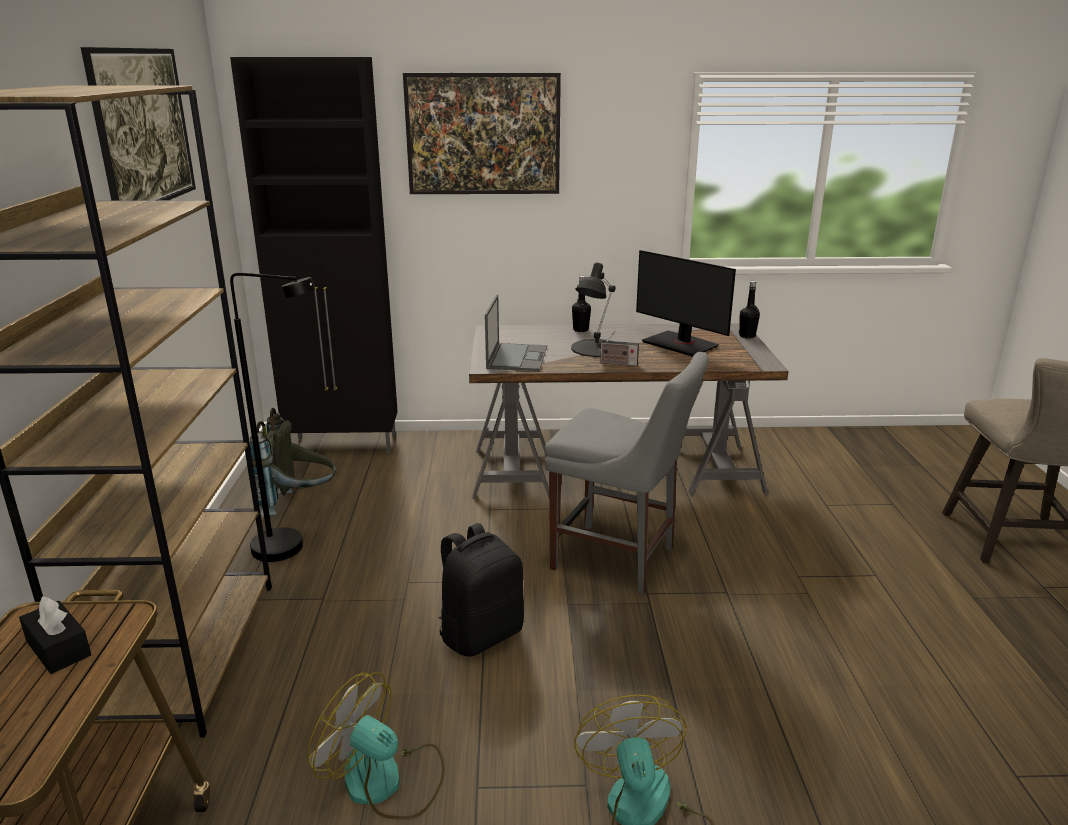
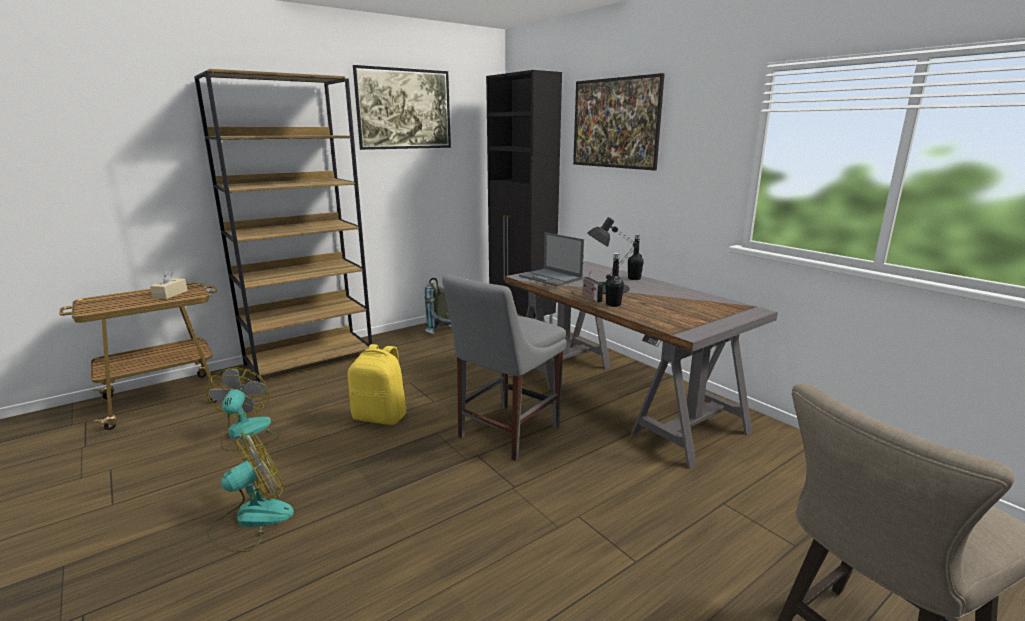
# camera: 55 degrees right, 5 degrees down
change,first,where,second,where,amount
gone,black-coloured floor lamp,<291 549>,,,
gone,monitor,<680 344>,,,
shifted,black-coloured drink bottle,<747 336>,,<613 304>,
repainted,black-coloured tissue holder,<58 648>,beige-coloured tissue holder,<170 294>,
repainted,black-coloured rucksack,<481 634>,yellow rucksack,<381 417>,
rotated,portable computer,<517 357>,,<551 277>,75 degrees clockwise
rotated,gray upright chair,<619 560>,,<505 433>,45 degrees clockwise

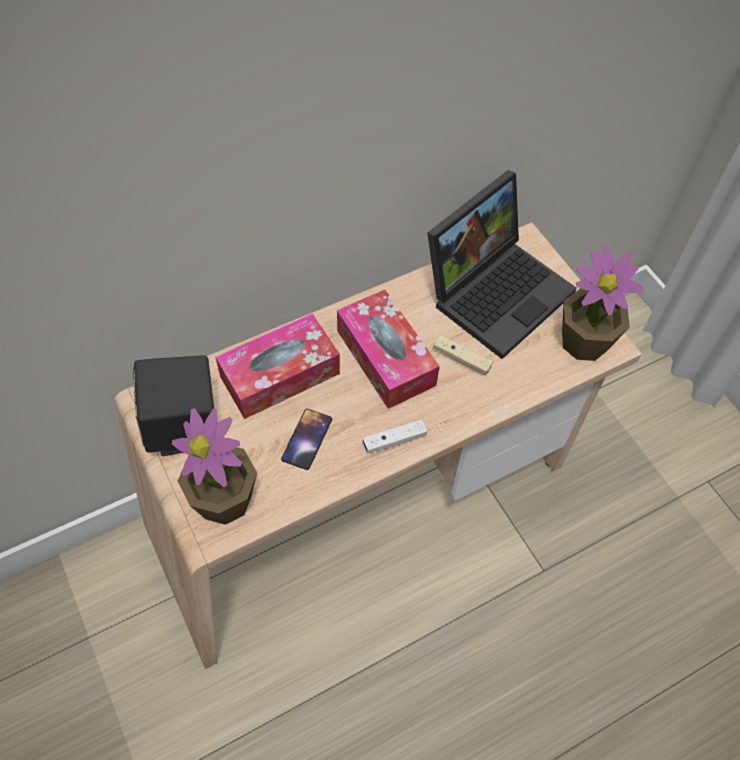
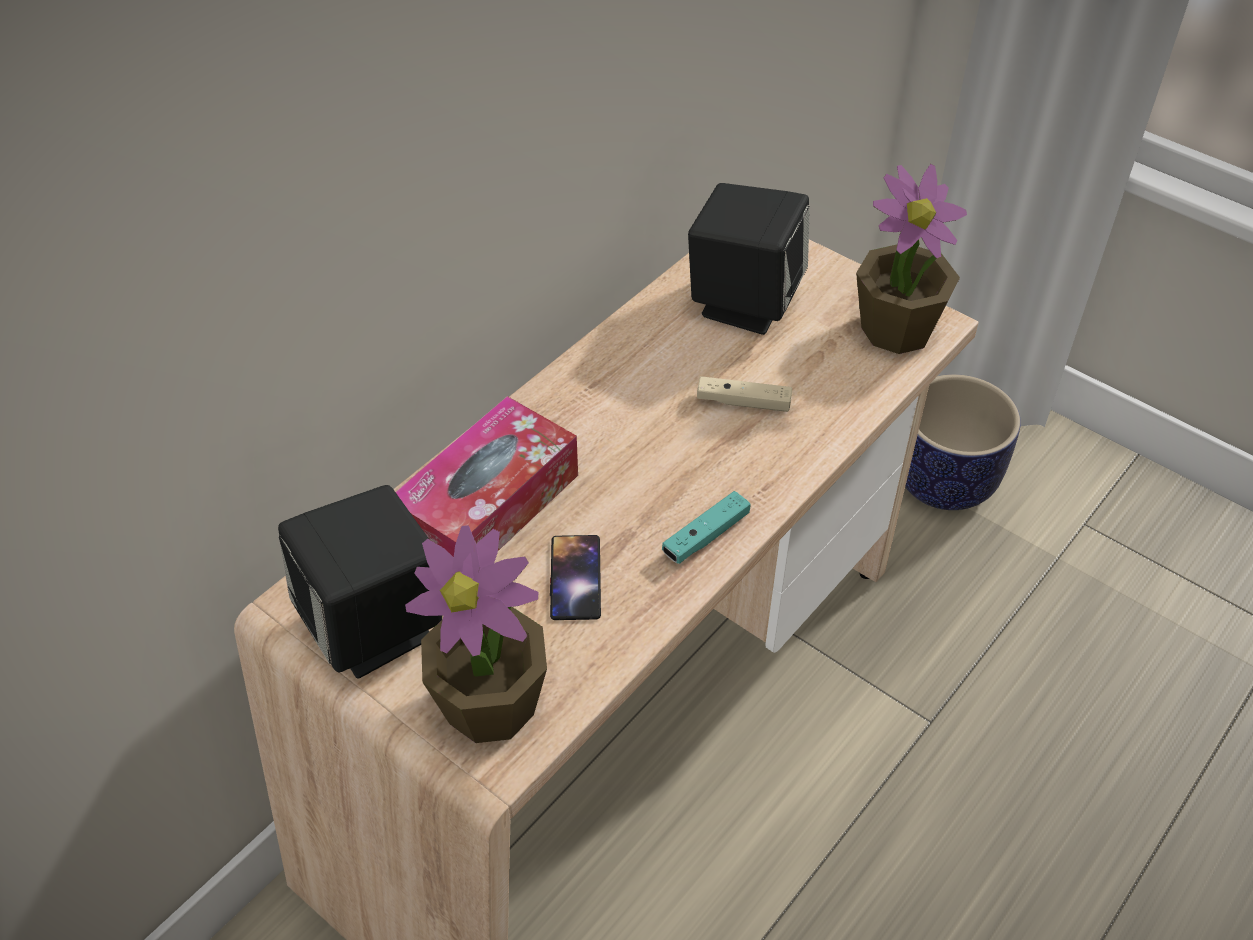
# camera: 20 degrees left, 10 degrees down
change,first,where,second,where,amount
gone,tissue holder,<385 358>,,,
new,,,planter,<943 480>,
swapped,portable computer,<497 290>,black-coloured audio speaker,<744 302>,
repainted,whitish gamepad,<394 440>,turquoise gamepad,<706 536>,

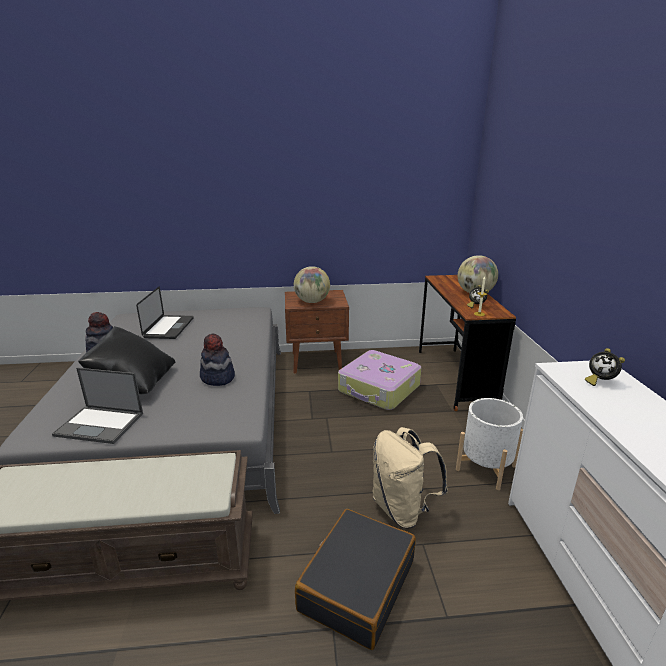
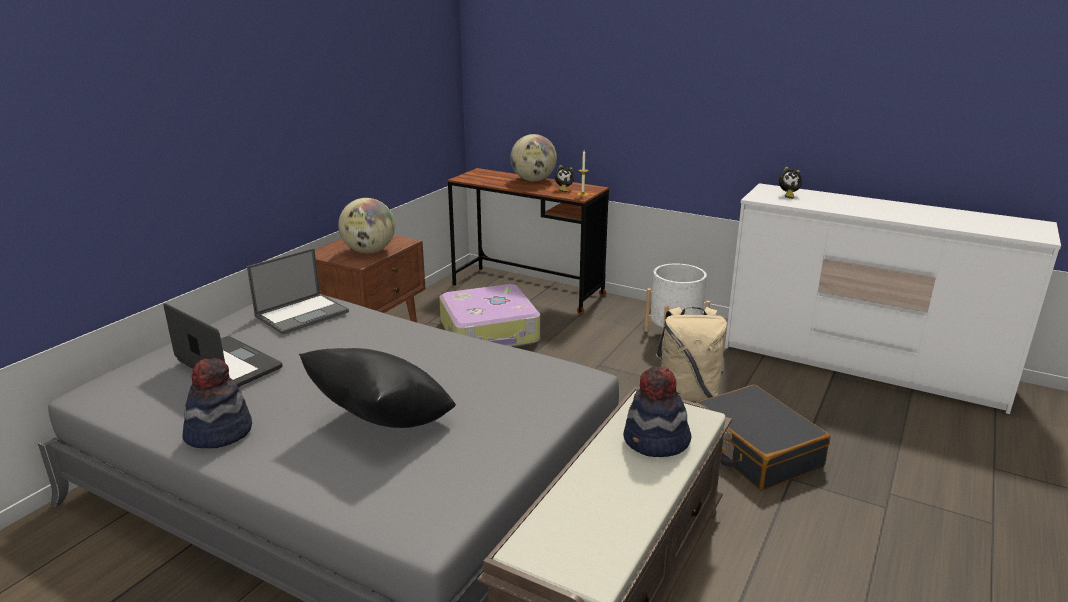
# camera: 55 degrees left, 0 degrees up
change,first,where,second,where,amount
shifted,portable computer,<101 424>,,<303 313>,
shifted,wearable hat,<217 378>,,<656 442>,

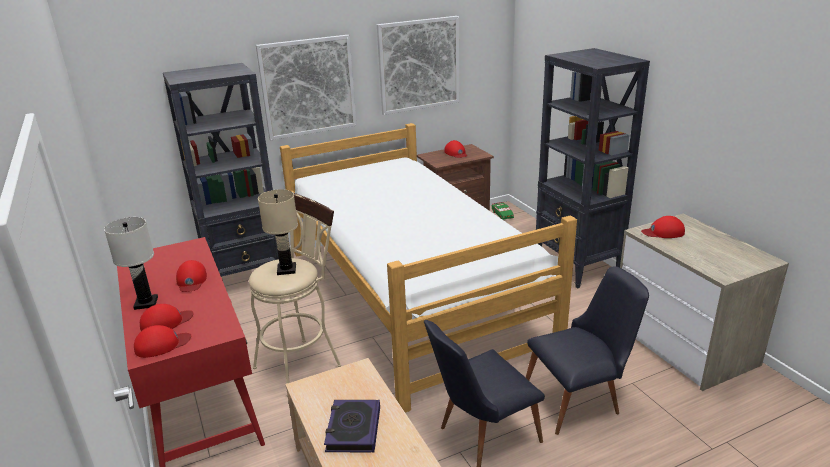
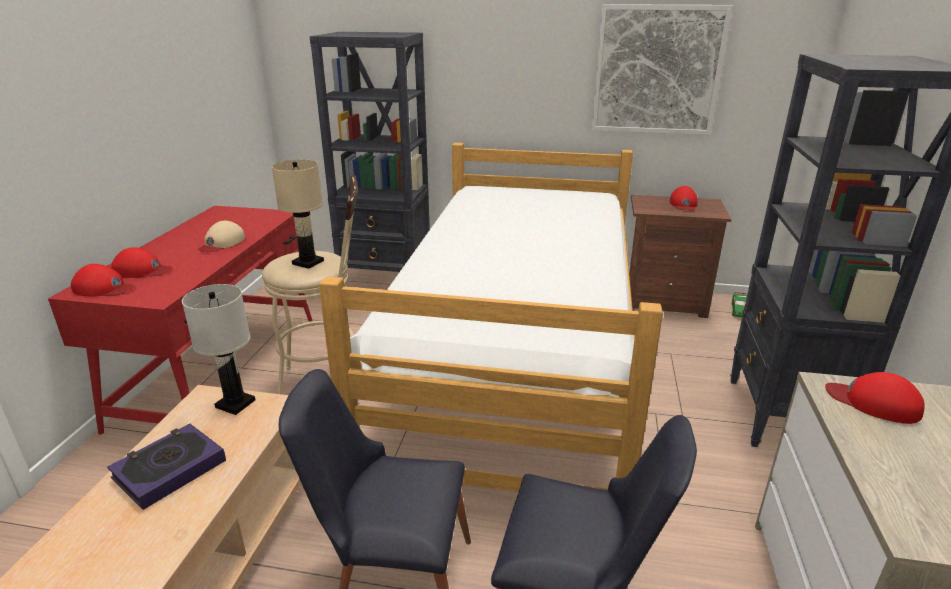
# camera: 35 degrees right, 0 degrees up
change,first,where,second,where,amount
gone,wall picture,<308 87>,,,
shifted,whitish table lamp,<146 303>,,<235 404>,
repainted,red-coloured peaked cap,<191 280>,beige-coloured peaked cap,<222 243>,

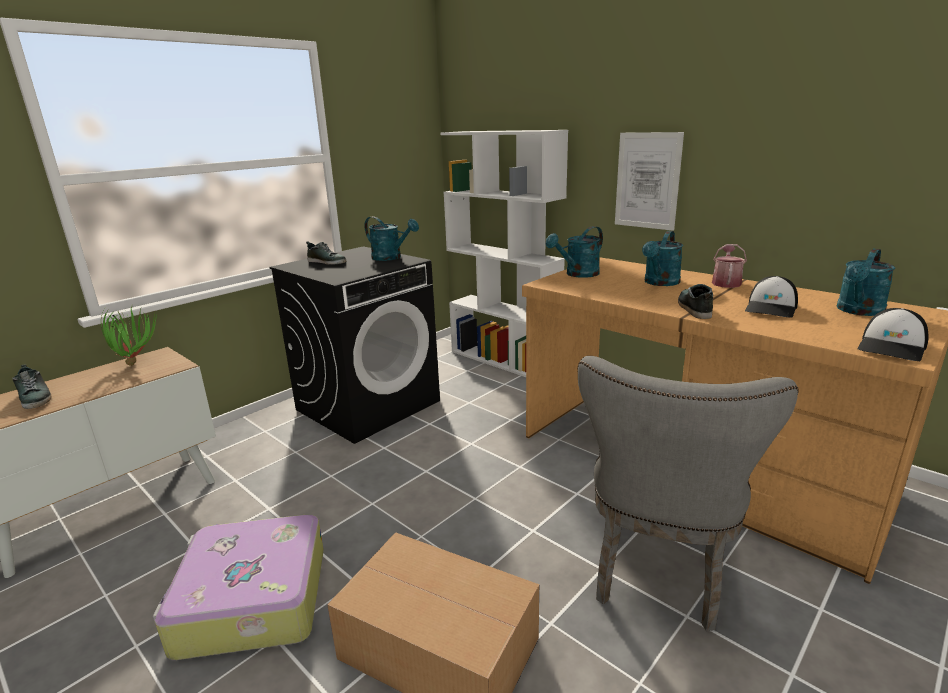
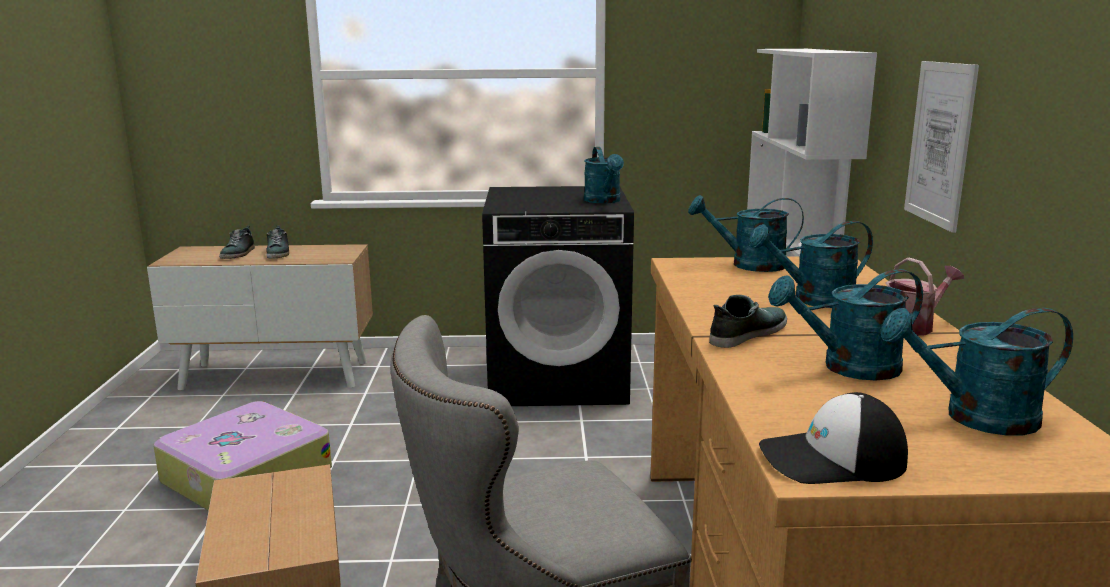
# camera: 45 degrees right, 5 degrees down
change,first,where,second,where,amount
gone,potted plant,<136 362>,,,
shifted,low shoe,<327 262>,,<278 253>,
swapped,peaked cap,<771 308>,turquoise sprinkling can,<848 368>,

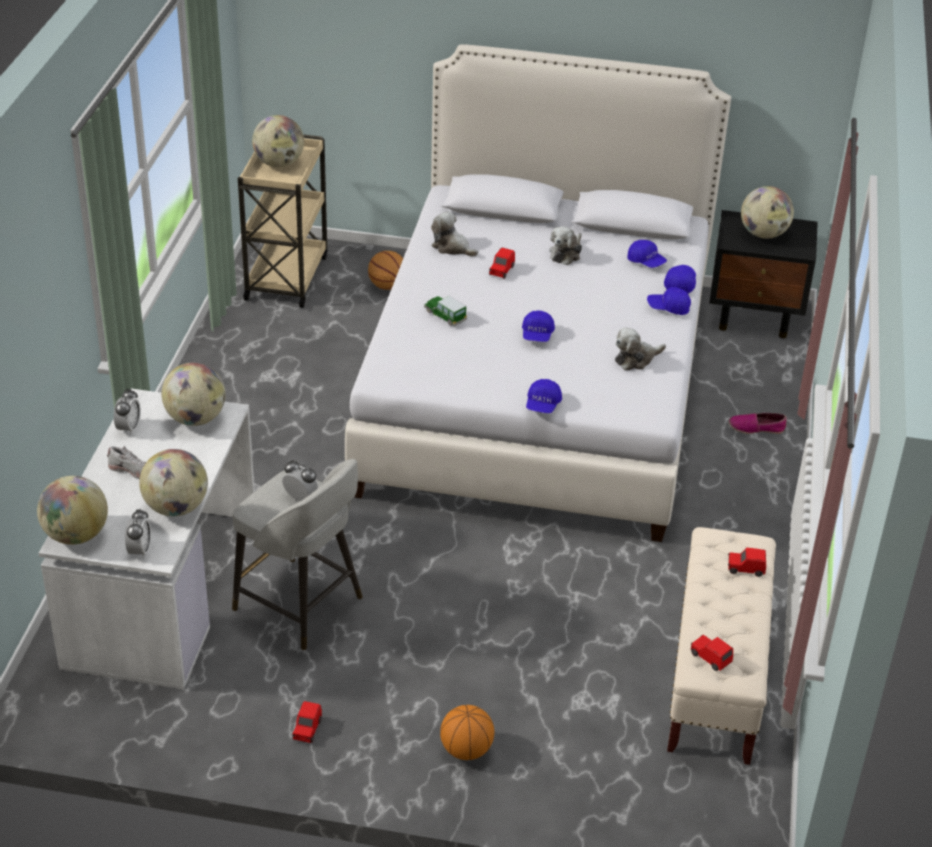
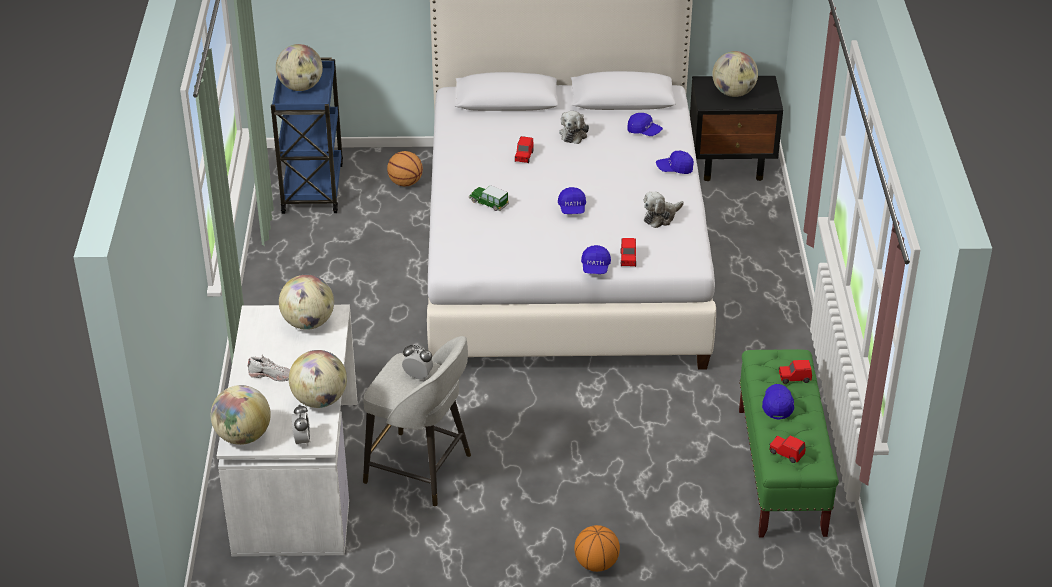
# camera: 10 degrees left, 0 degrees up
change,first,where,second,where,amount
gone,alarm clock,<129 428>,,,
gone,plush toy,<452 247>,,,
gone,low shoe,<756 428>,,,
shifted,red-coloured miniature car,<307 730>,,<628 259>,
shifted,bluish peaked cap,<680 284>,,<777 405>,
repainted,beige-coloured cart,<287 276>,bluish cart,<312 187>,
repainted,beige-coloured indoor bench,<715 677>,green indoor bench,<781 472>,

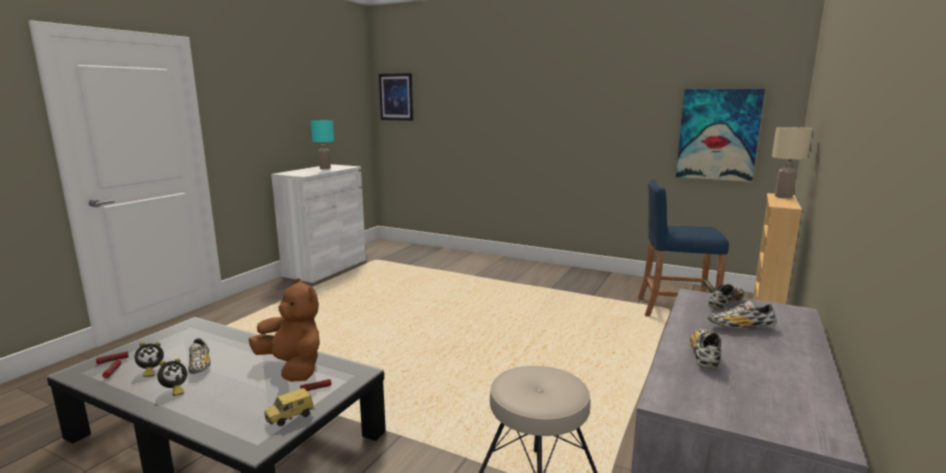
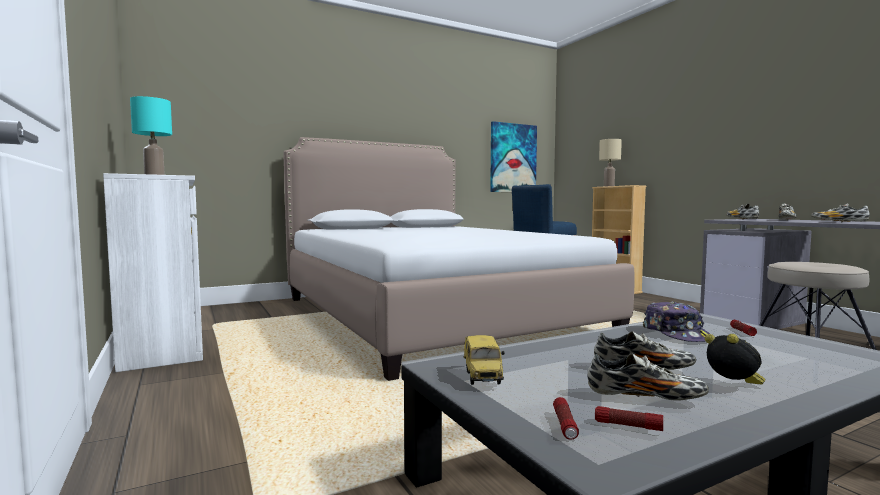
# camera: 55 degrees left, 10 degrees down
change,first,where,second,where,amount
gone,wall picture,<396 97>,,,
new,,,bedroom bed,<429 315>,
shifted,miniature car,<290 418>,,<484 377>,
swapped,alarm clock,<150 371>,low shoe,<644 397>,
swapped,brownish plush toy,<293 367>,peaked cap,<676 334>,

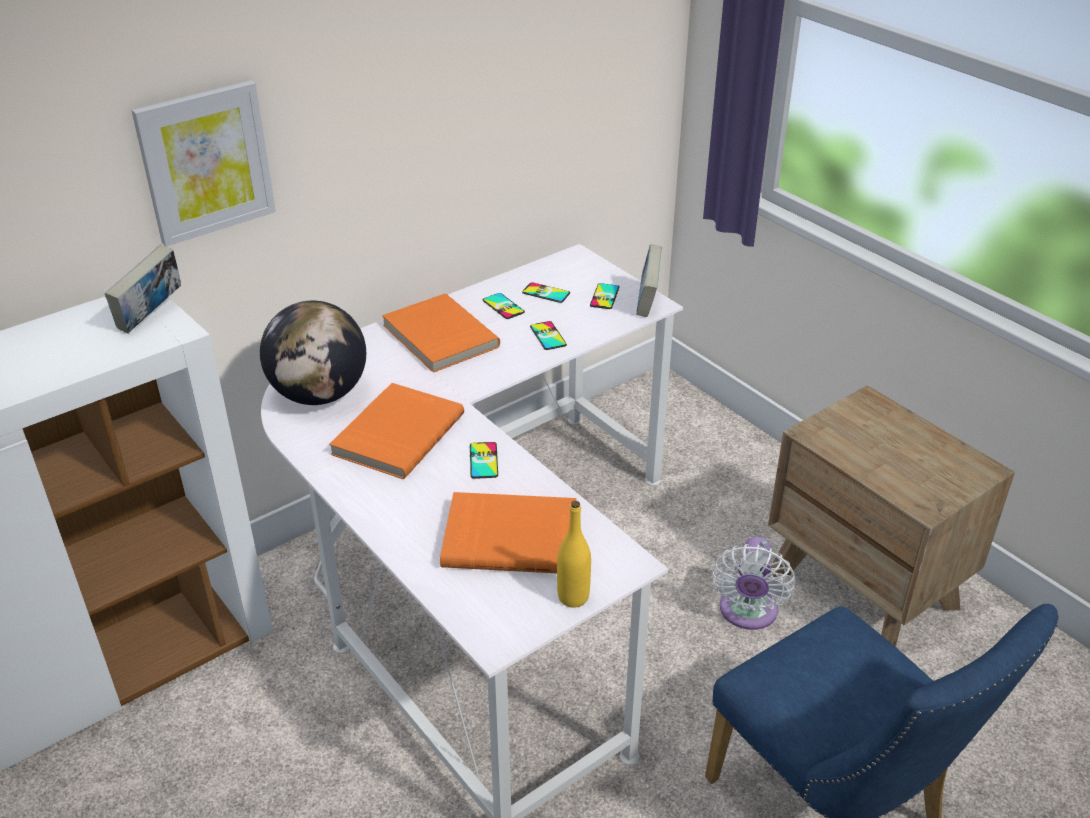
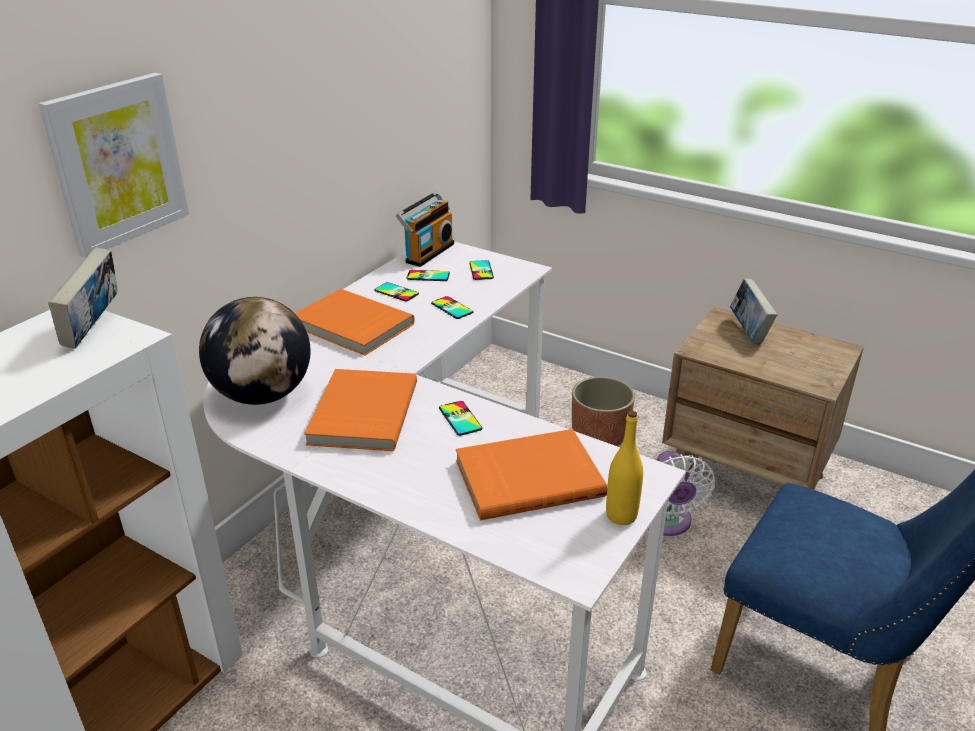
# camera: 20 degrees left, 5 degrees down
change,first,where,second,where,amount
new,,,radio,<427 252>,
new,,,planter,<600 437>,
shifted,bound book,<647 302>,,<748 331>,

